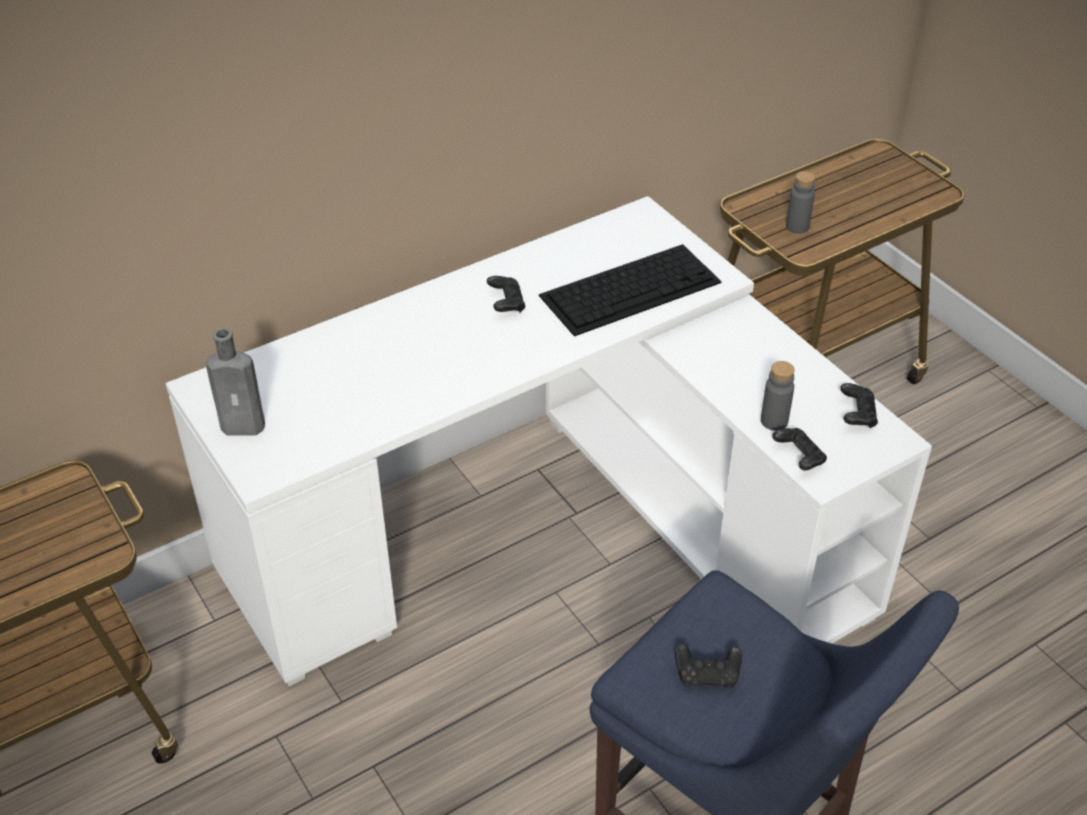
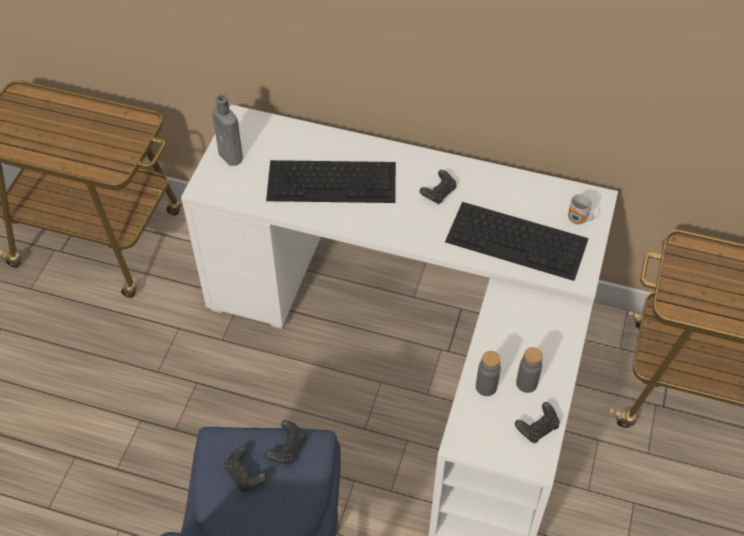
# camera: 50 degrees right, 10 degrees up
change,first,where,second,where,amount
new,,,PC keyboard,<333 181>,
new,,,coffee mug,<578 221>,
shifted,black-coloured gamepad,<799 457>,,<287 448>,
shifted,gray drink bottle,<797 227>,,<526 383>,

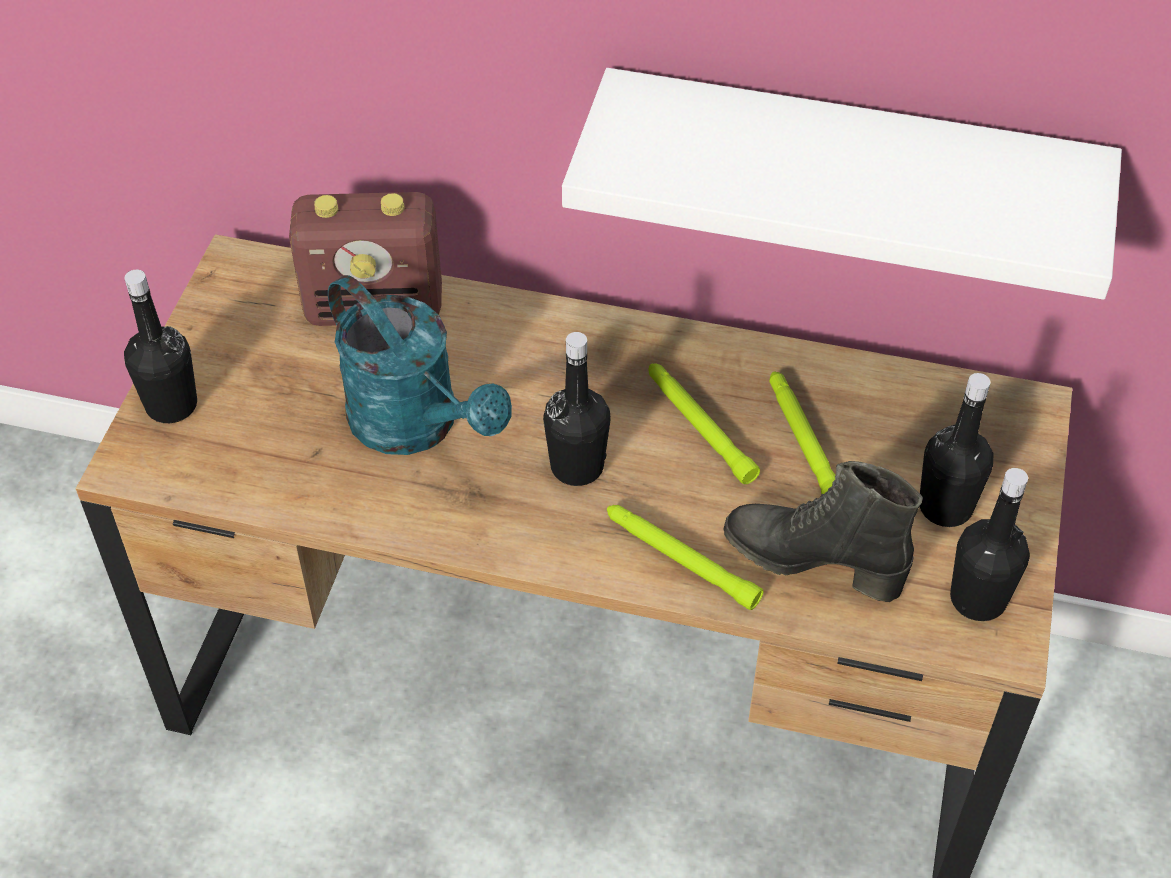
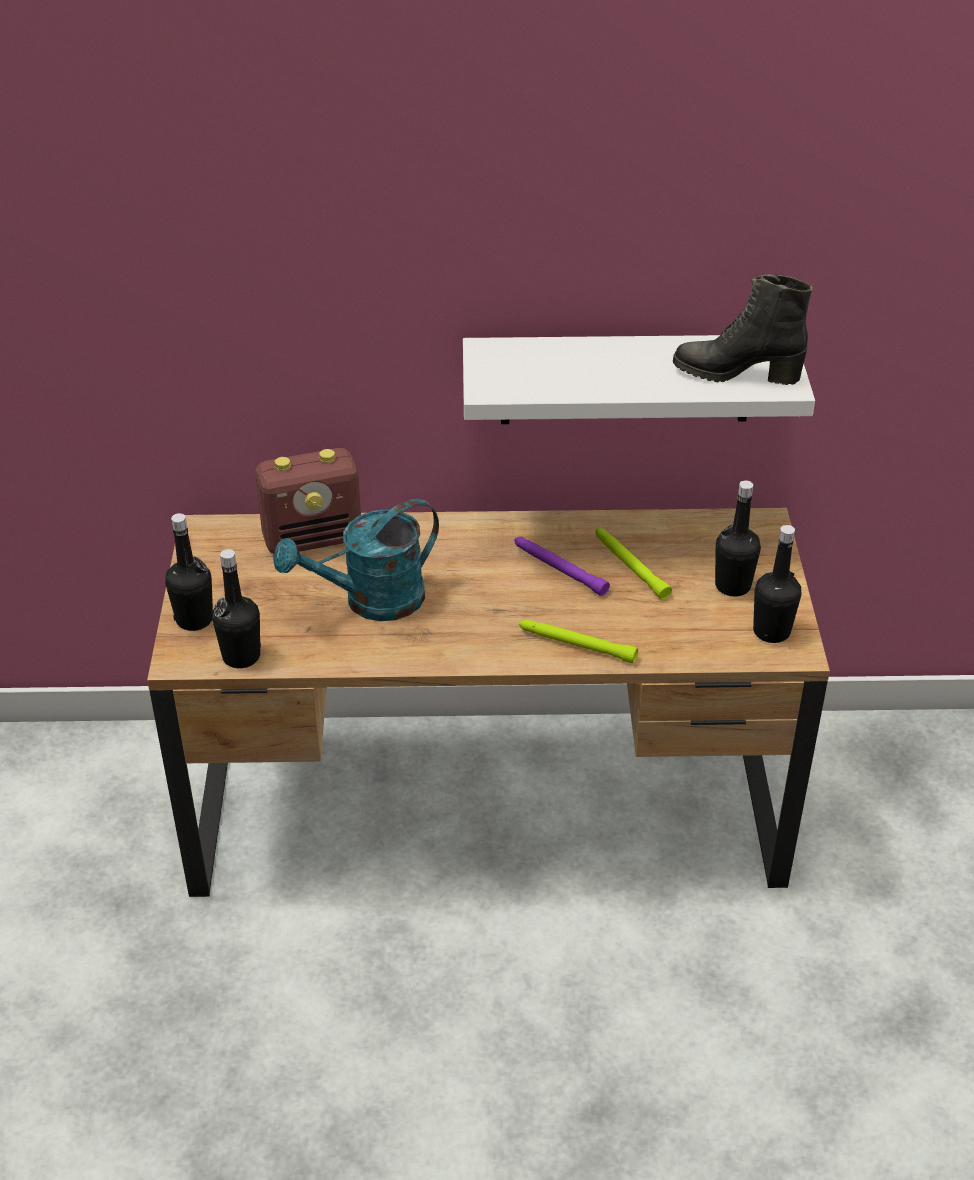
# camera: 15 degrees left, 10 degrees down
change,first,where,second,where,amount
shifted,black-coloured drink bottle,<577 466>,,<241 656>,
shifted,black-coloured boot,<813 561>,,<736 373>,
repainted,green flashlight,<699 426>,purple-coloured flashlight,<559 569>,
rotated,turquoise sprinkling can,<417 426>,,<371 602>,120 degrees clockwise

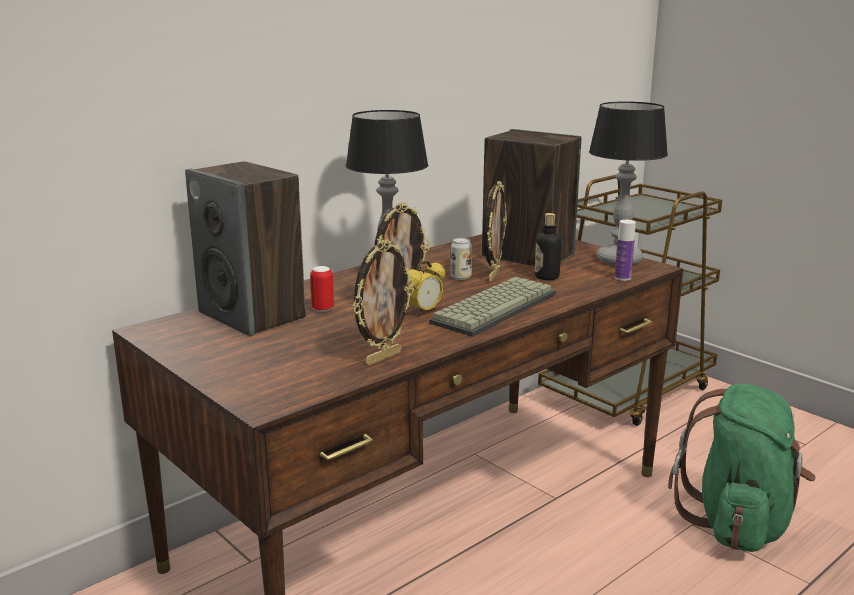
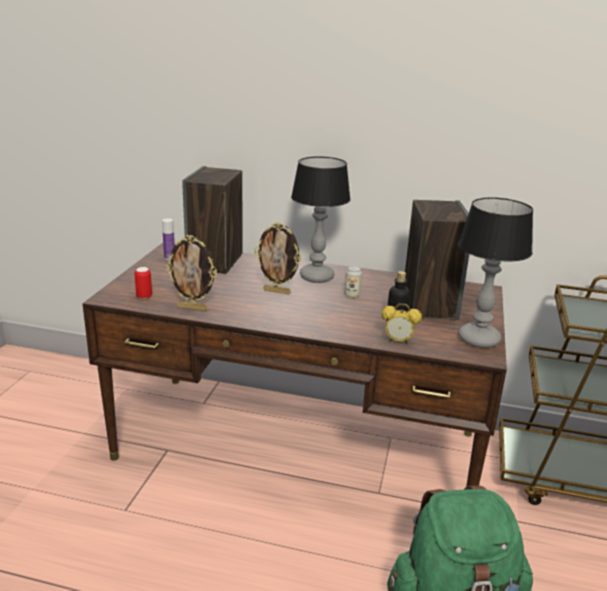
# camera: 55 degrees right, 5 degrees up
change,first,where,second,where,amount
gone,PC keyboard,<494 307>,,,
gone,photo frame,<493 276>,,,
shifted,can,<323 309>,,<144 297>,
shifted,alarm clock,<424 312>,,<398 341>,
shifted,drink bottle,<622 278>,,<169 258>,

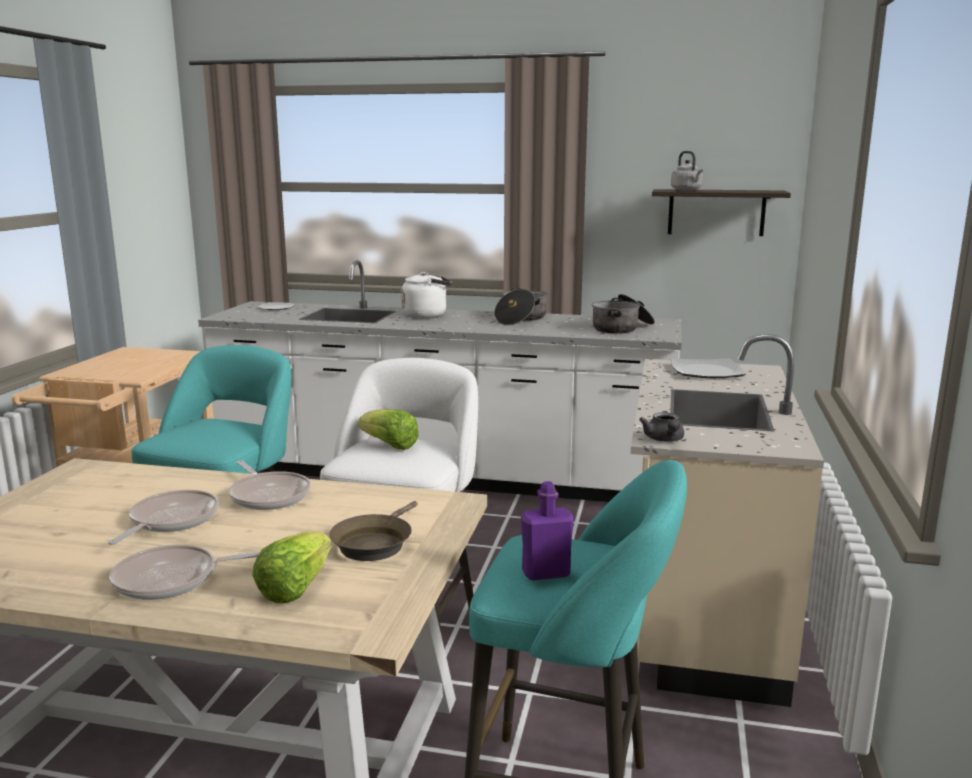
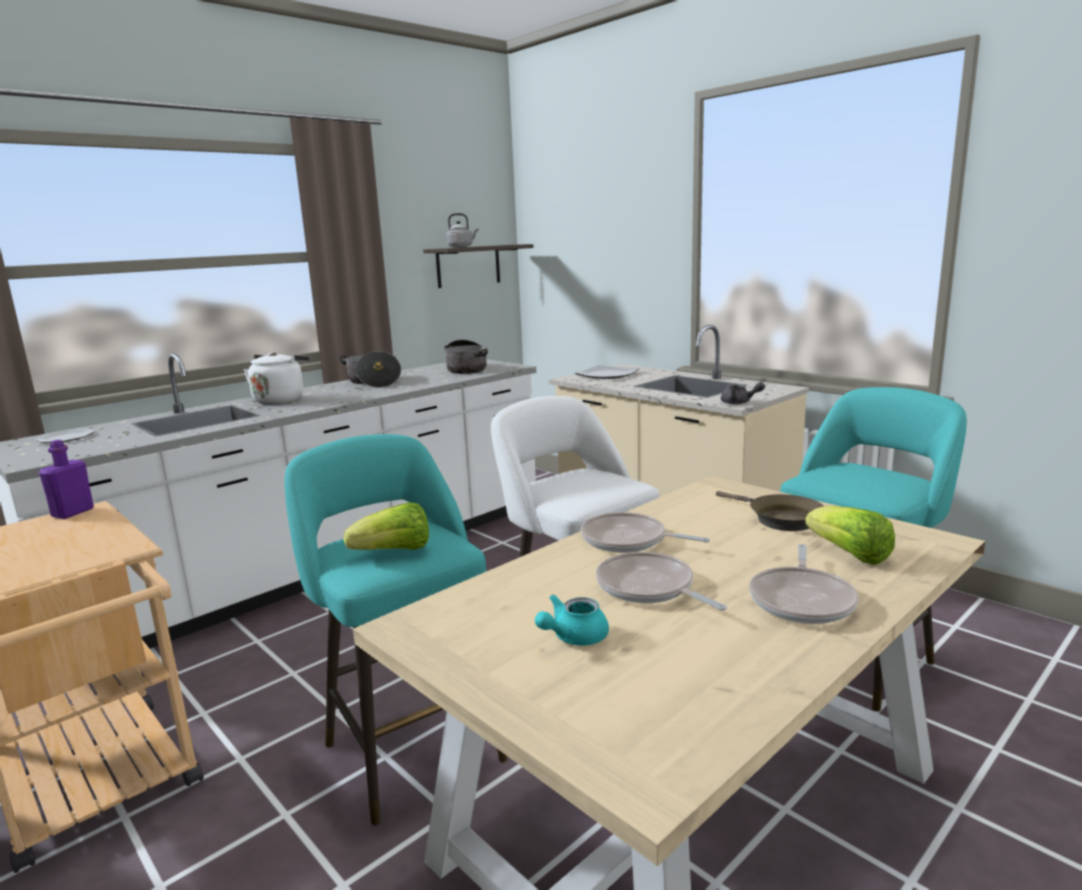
# camera: 55 degrees left, 0 degrees up
change,first,where,second,where,amount
new,,,turquoise teapot,<573 637>,
shifted,lettuce,<389 445>,,<394 551>,
shifted,purple-coloured drink bottle,<546 573>,,<73 512>,
rotated,skillet,<269 495>,,<628 540>,150 degrees counterclockwise

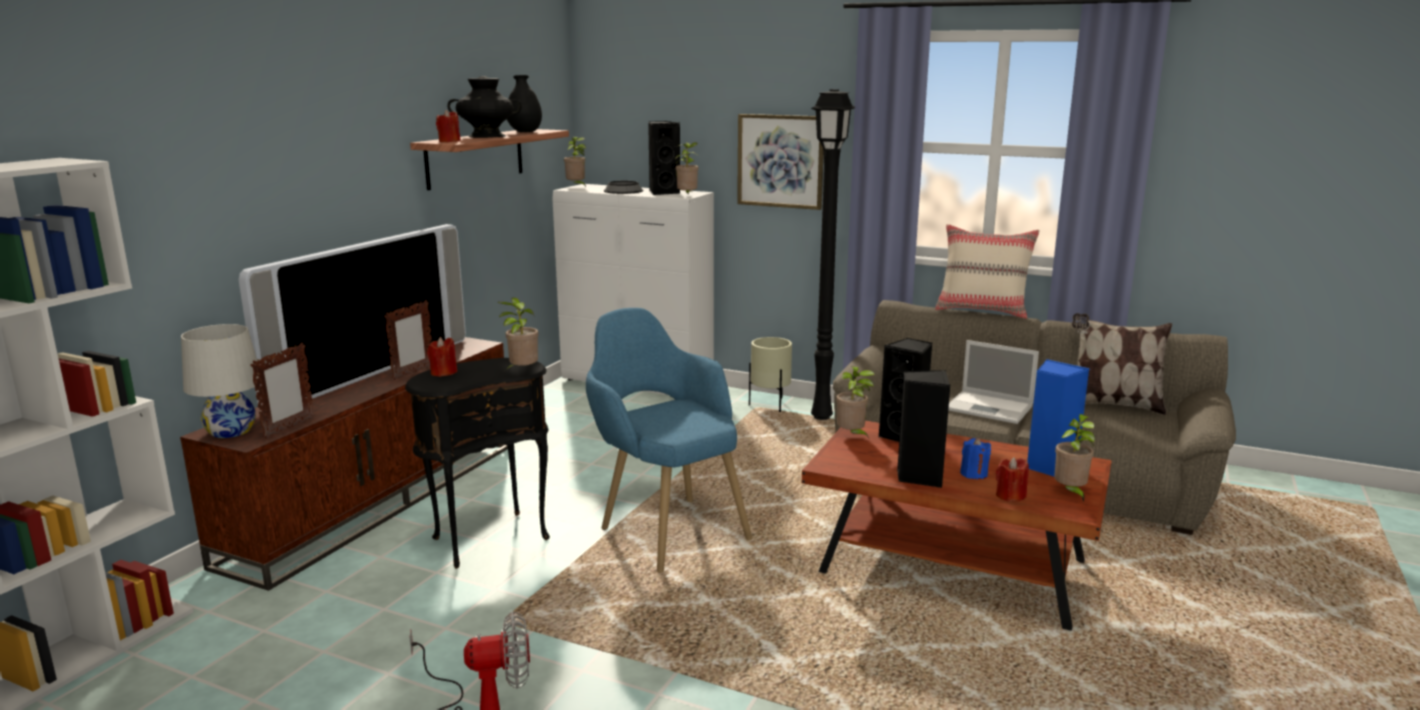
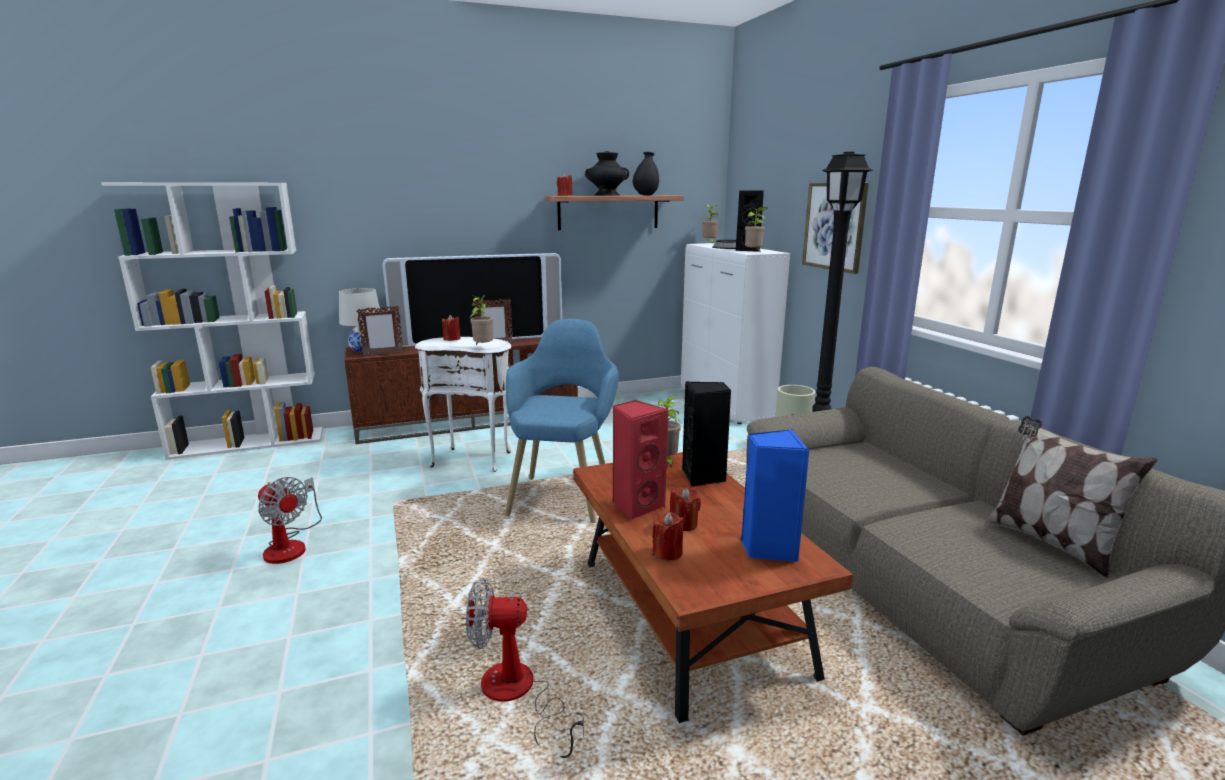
# camera: 45 degrees right, 0 degrees up
change,first,where,second,where,amount
gone,beige-coloured pillow,<982 311>,,,
gone,portable computer,<990 408>,,,
gone,potted plant,<1070 493>,,,
new,,,electric fan,<518 695>,
repainted,black-coloured side table,<488 538>,whitish side table,<473 459>,
repainted,black-coloured audio speaker,<919 476>,red-coloured audio speaker,<636 506>,
repainted,bluish wax candle,<974 474>,red-coloured wax candle,<683 524>,

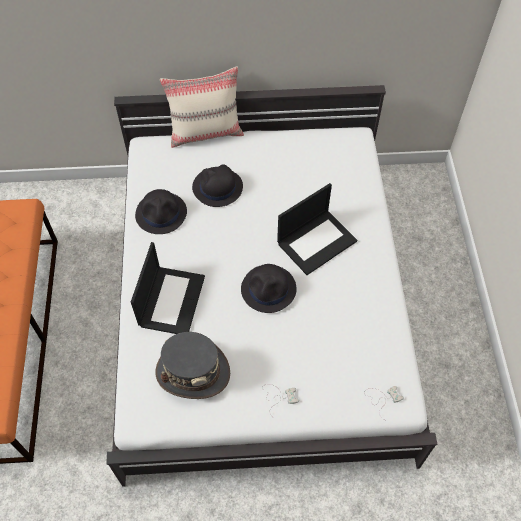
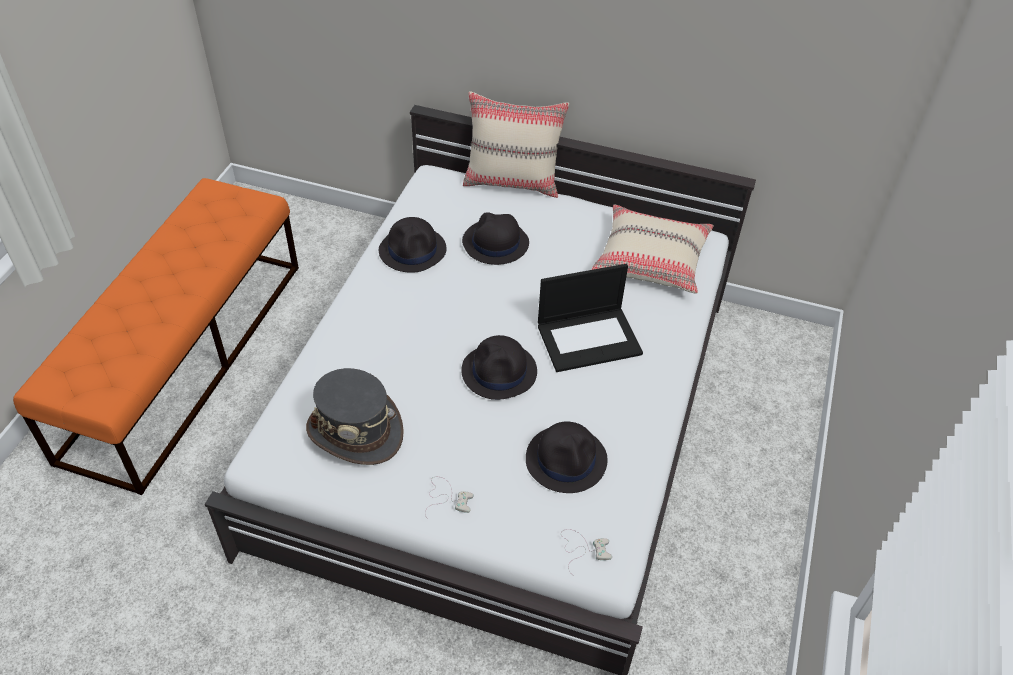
# camera: 20 degrees right, 10 degrees down
change,first,where,second,where,amount
gone,portable computer,<171 300>,,,
new,,,black-coloured wearable hat,<566 459>,
new,,,beige-coloured pillow,<651 259>,

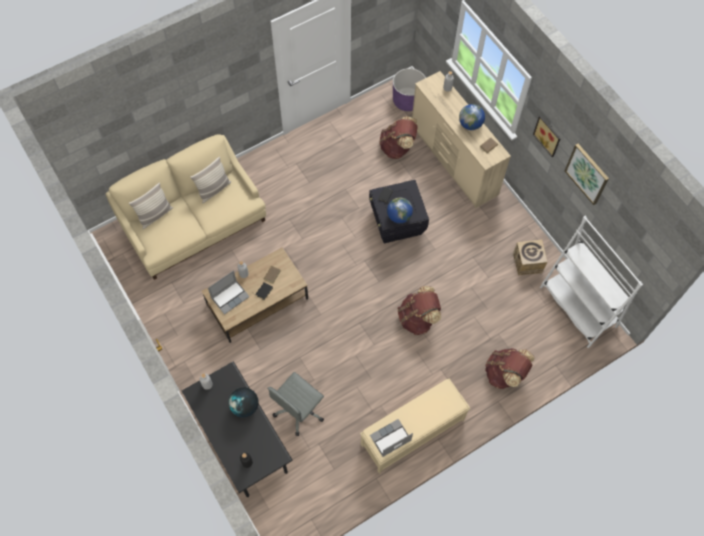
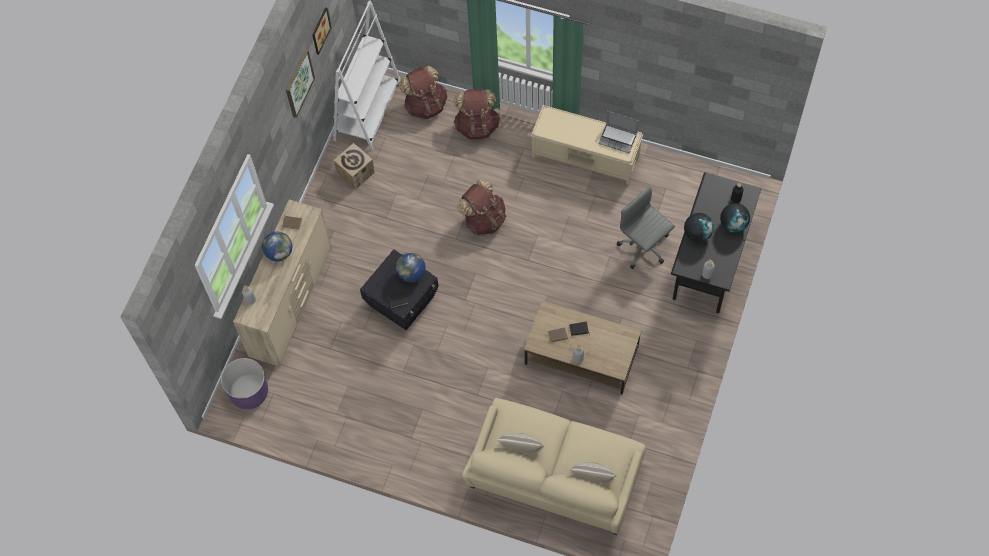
# camera: 125 degrees left, 0 degrees up
change,first,where,second,where,amount
gone,portable computer,<230 297>,,,
new,,,world globe,<733 224>,
shifted,brownish rucksack,<397 147>,,<425 105>,
shifted,wall picture,<548 135>,,<319 30>,
rotated,gray office chair,<299 410>,,<644 247>,135 degrees counterclockwise

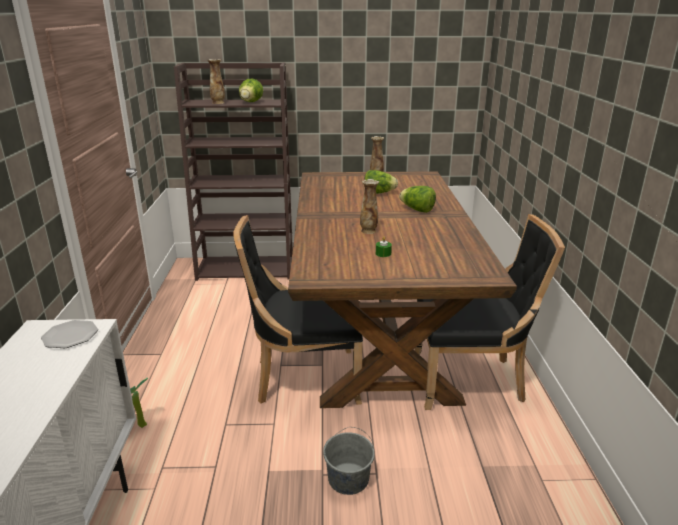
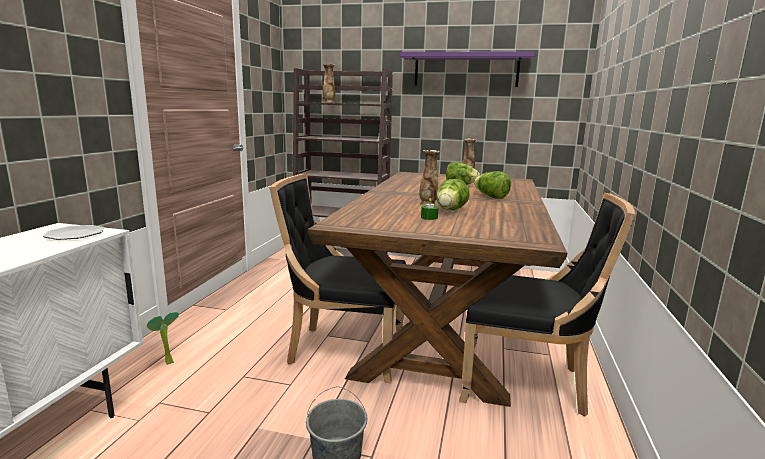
# camera: 15 degrees right, 10 degrees down
change,first,where,second,where,amount
new,,,purple-coloured bracket shelf,<466 70>,
shifted,lettuce,<250 102>,,<450 210>,

